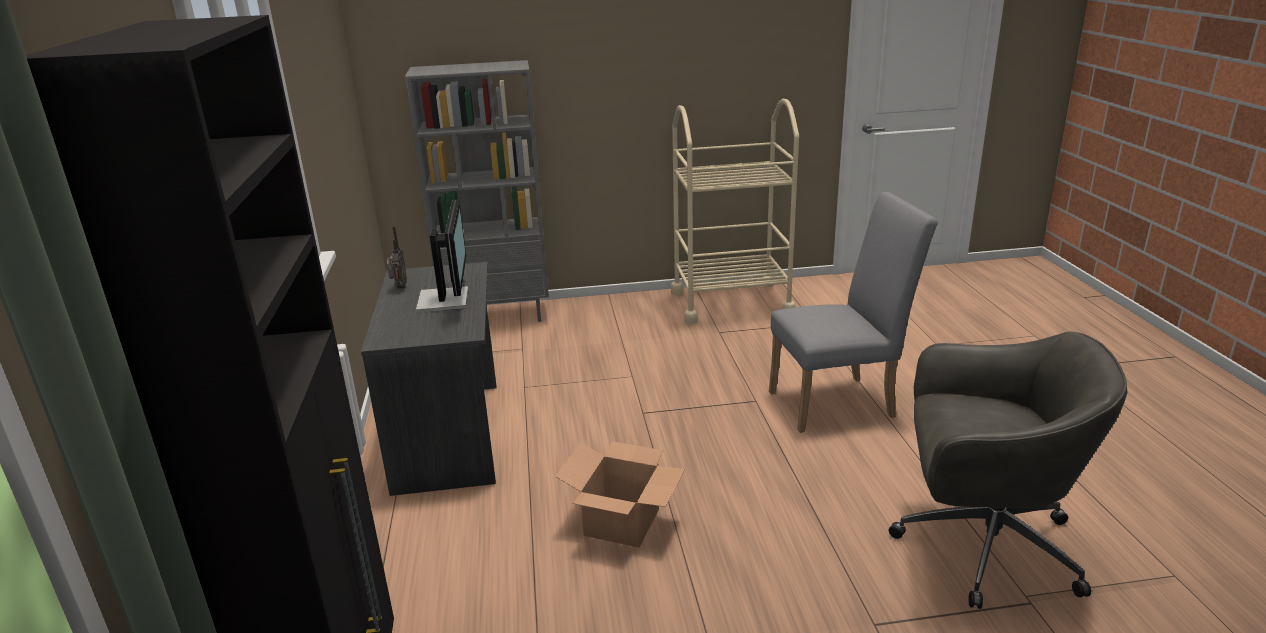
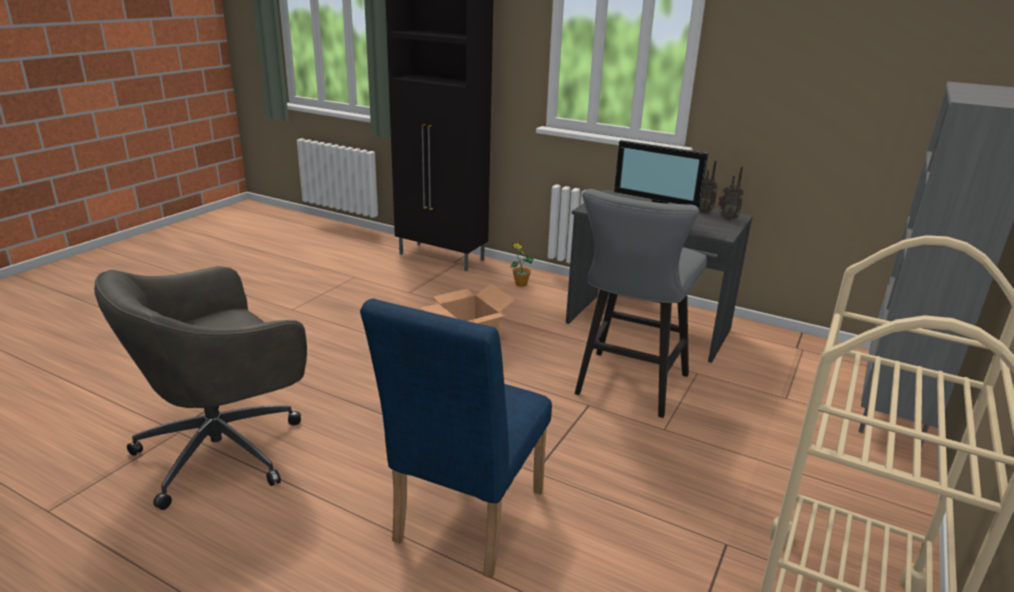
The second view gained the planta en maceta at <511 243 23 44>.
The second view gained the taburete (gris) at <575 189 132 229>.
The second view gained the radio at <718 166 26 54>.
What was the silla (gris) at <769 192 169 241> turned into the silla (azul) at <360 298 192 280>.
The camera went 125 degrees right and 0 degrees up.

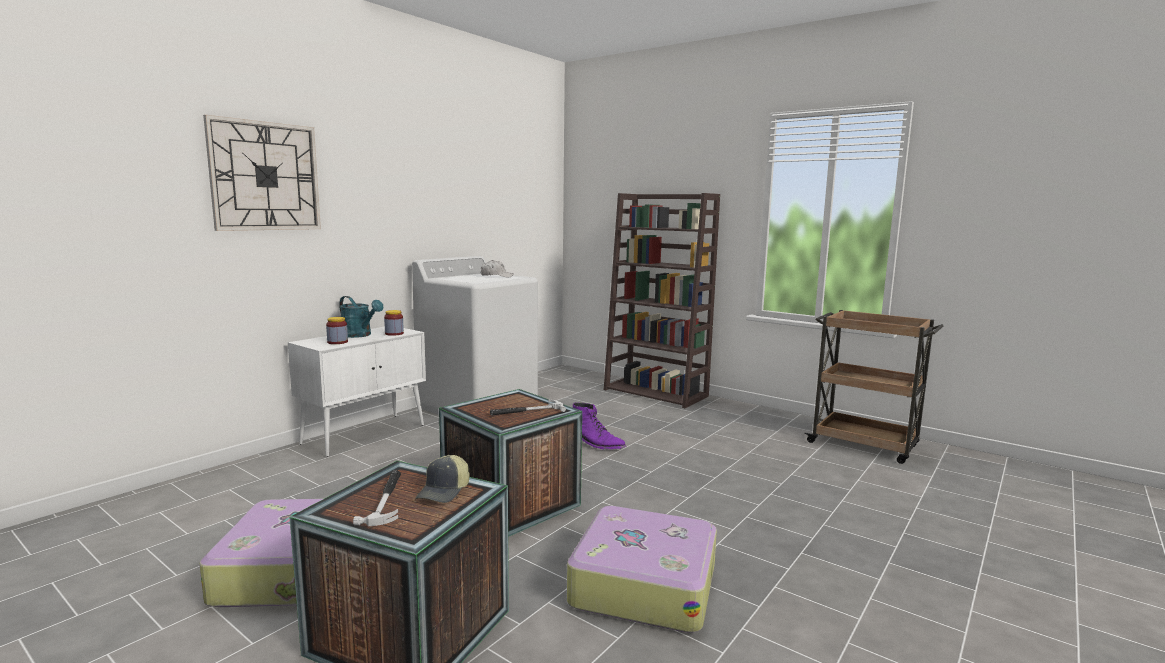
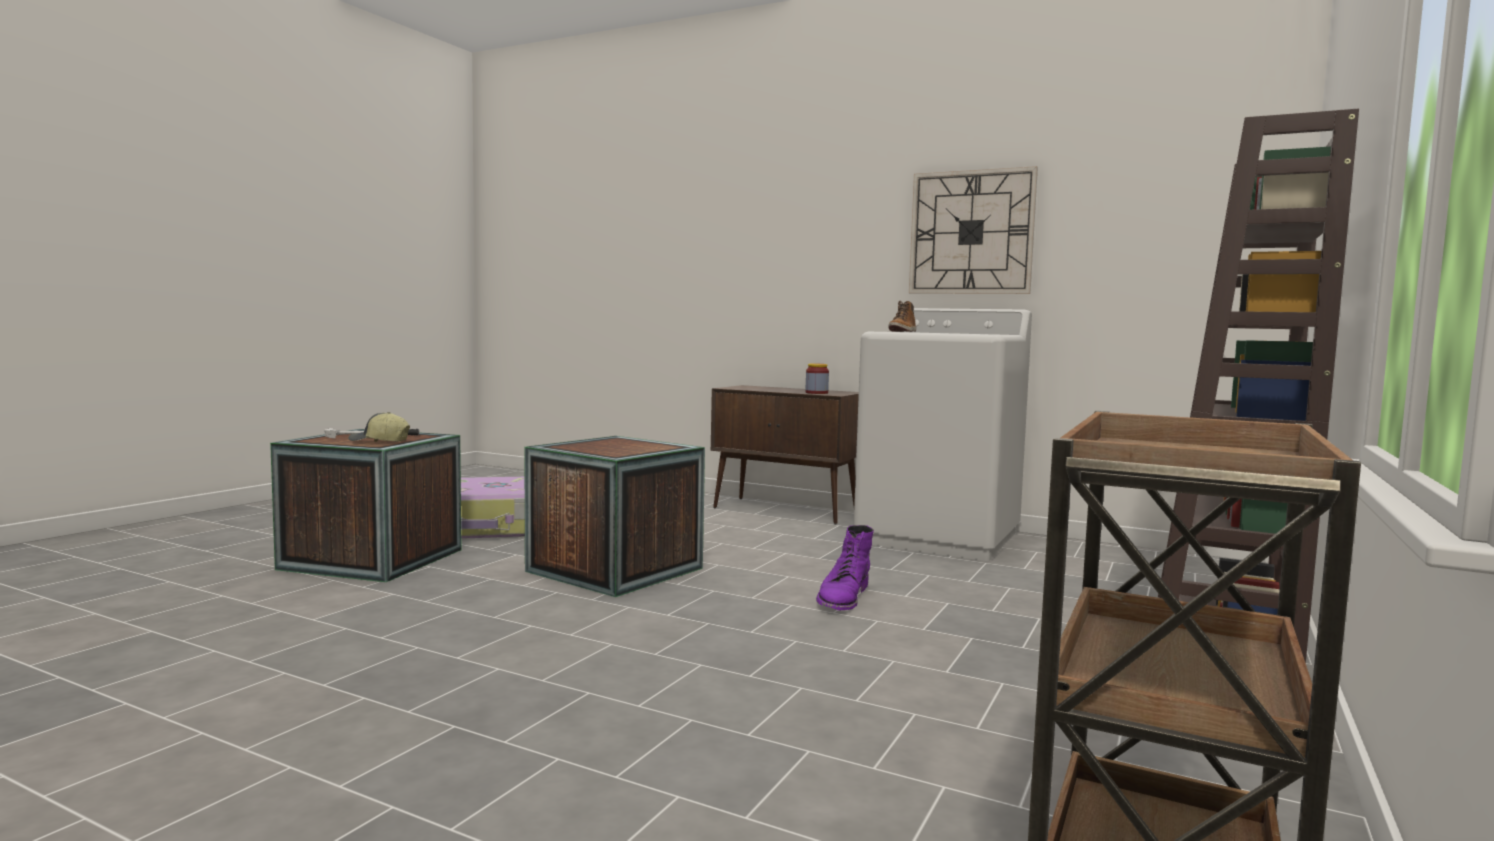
The second view lost the tarro at <326 317 22 27>.
The second view lost the regadera (turquesa) at <339 296 44 42>.
The second view lost the gorra (blanco) at <481 260 33 18>.
The second view lost the martillo at <490 400 76 16>.
The second view lost the maleta at <567 506 150 127>.
The second view gained the bota at <888 301 28 31>.
The reloj de pared ended up elsewhere, having gone from <203 115 118 116> to <909 166 129 128>.
What was the armario (blanco) at <288 327 138 130> turned into the armario (marrón) at <711 385 148 140>.
The camera went 80 degrees right and 5 degrees down.

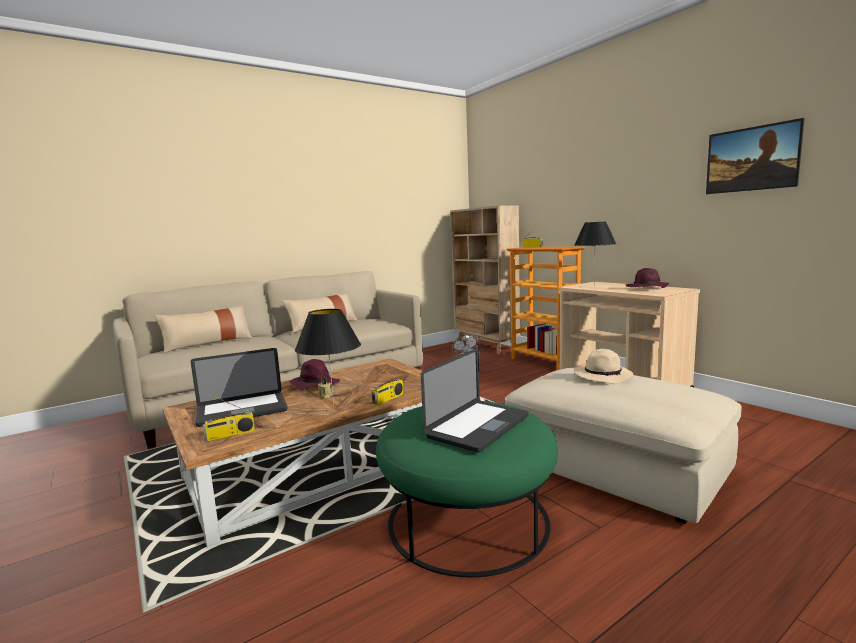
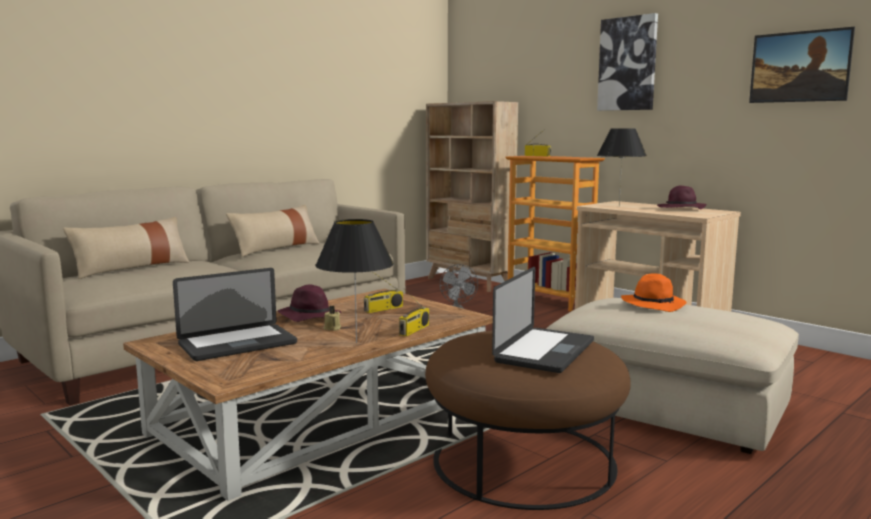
The second view gained the cuadro at <597 13 61 98>.
The radio ended up elsewhere, having gone from <202 394 53 47> to <364 272 39 41>.
What was the puf (verde) at <376 401 182 176> turned into the puf (marrón) at <425 330 206 180>.
What was the sombrero (beis) at <574 349 59 35> turned into the sombrero (naranja) at <621 273 66 39>.
The camera went 10 degrees left and 0 degrees up.

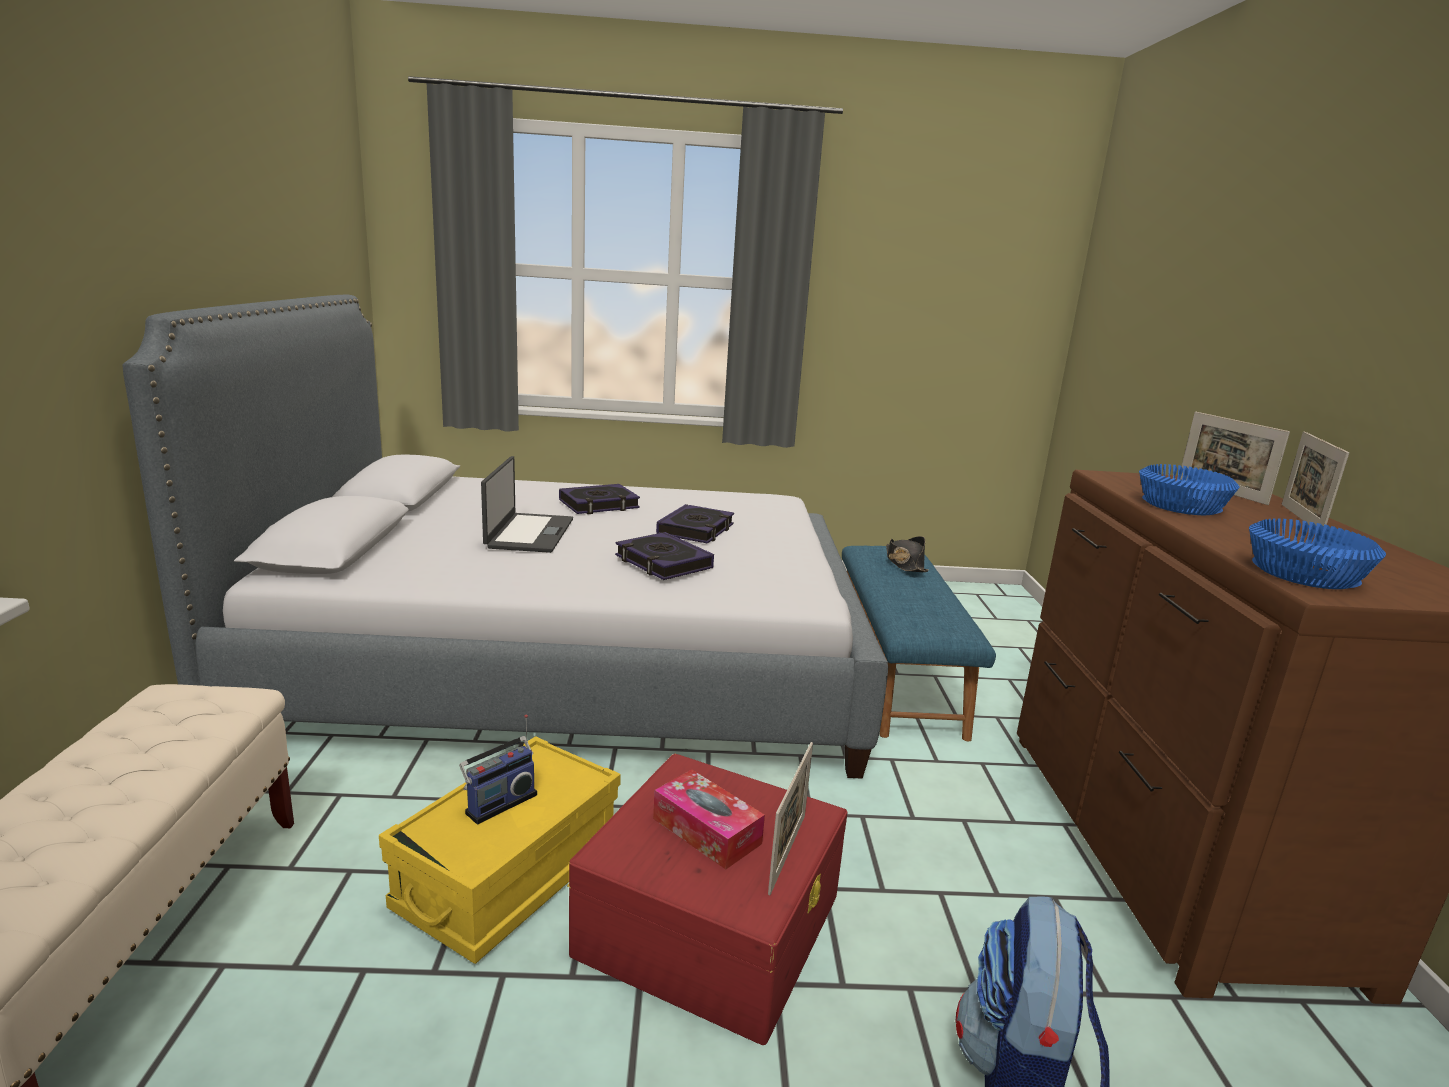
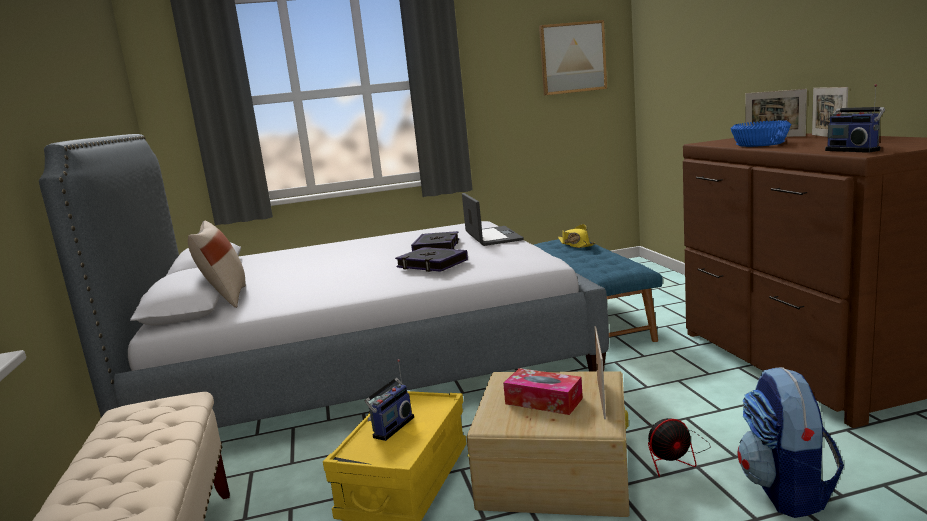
The second view lost the libro at <559 484 81 30>.
The second view gained the cojín (beis) at <188 221 58 87>.
The second view gained the cuadro at <539 20 68 75>.
The second view gained the ventilador at <640 417 71 60>.
The portátil ended up elsewhere, having gone from <481 456 92 97> to <462 193 62 53>.
Where the cuenco (azul) stood at <1249 519 137 70>, the radio came to stand at <825 84 60 69>.
What was the caja de almacenaje (rojo) at <567 753 281 292> turned into the caja de almacenaje (beis) at <467 371 162 146>.
What was the sombrero (negro) at <886 536 43 36> turned into the sombrero (amarillo) at <558 224 37 24>.
The camera went 10 degrees left and 5 degrees down.

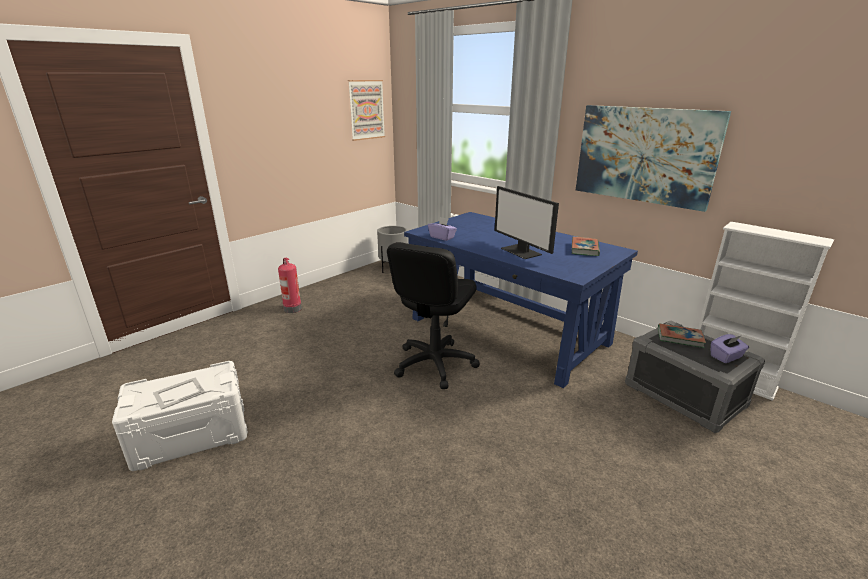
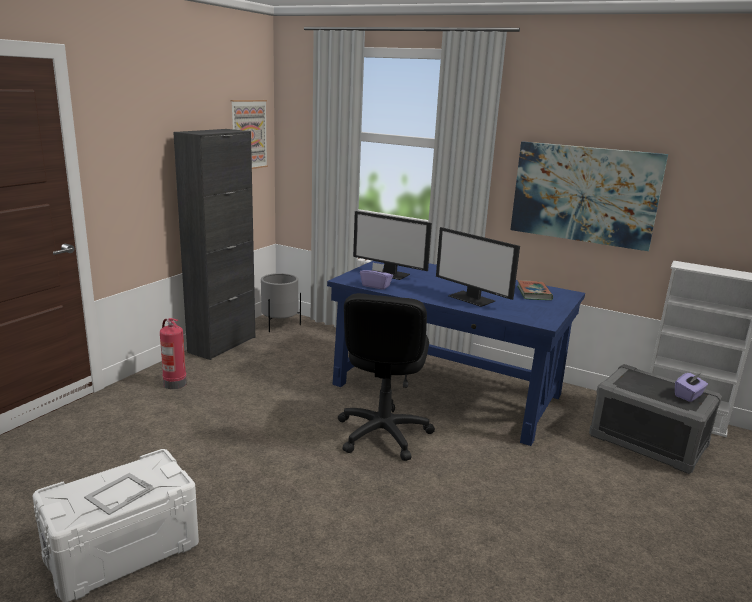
The second view lost the libro at <658 323 48 25>.
The second view gained the armario (negro) at <173 129 82 231>.
The second view gained the monitor at <353 211 79 69>.
The camera went 15 degrees left and 5 degrees down.

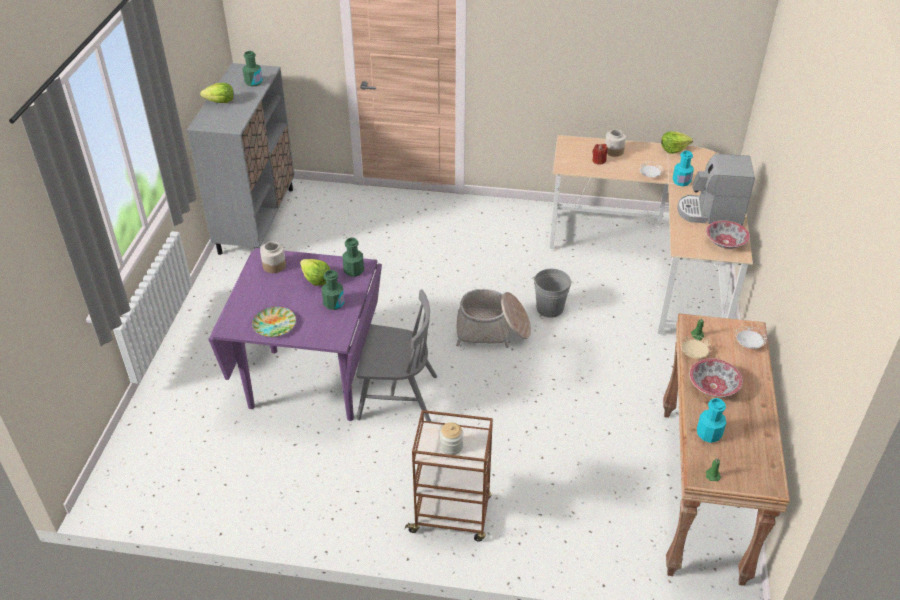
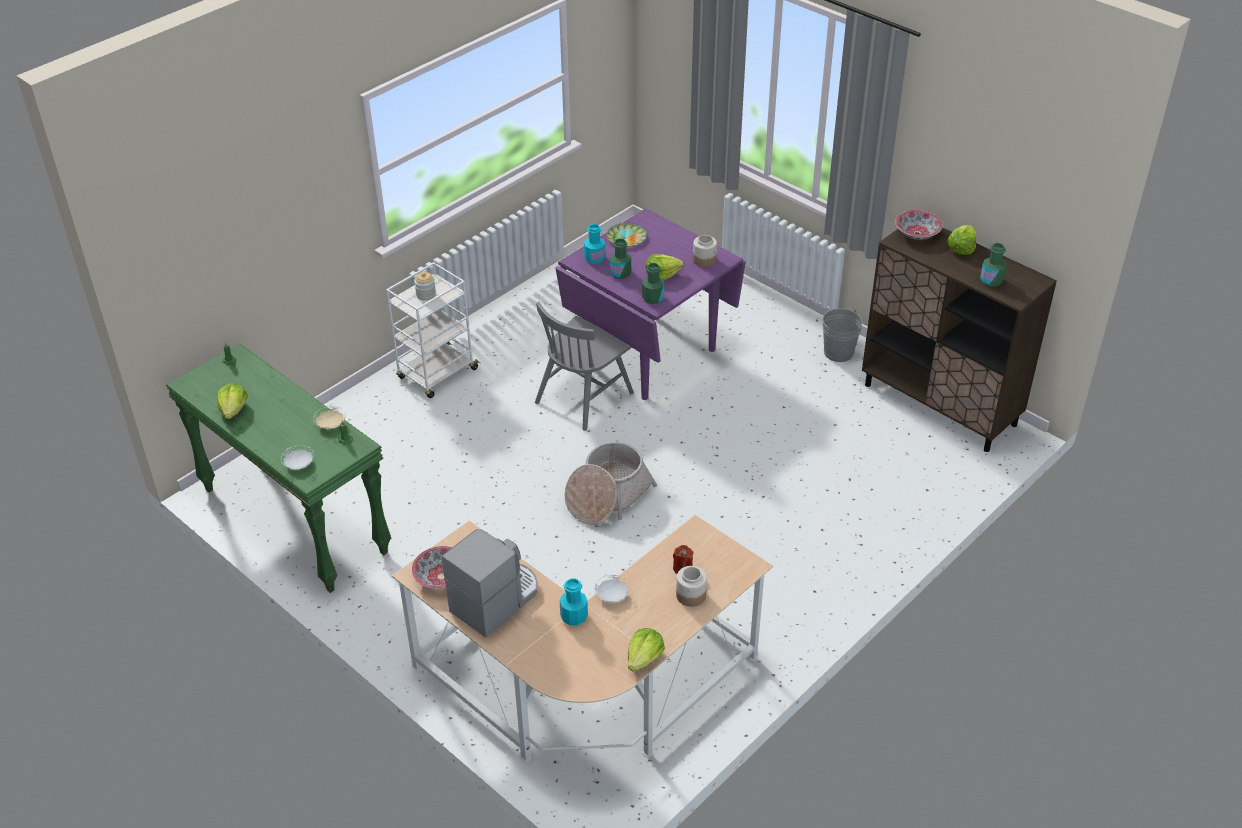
The second view gained the lechuga at <217 383 31 36>.
The cubo (gris) ended up elsewhere, having gone from <532 269 41 49> to <823 308 39 54>.
The cuenco ended up elsewhere, having gone from <689 359 54 38> to <895 210 48 30>.
The botella (turquesa) ended up elsewhere, having gone from <697 398 29 45> to <584 224 21 40>.
What was the armario (gris) at <187 63 108 192> turned into the armario (marrón) at <862 227 195 225>.
What was the carrito (marrón) at <405 410 88 132> turned into the carrito (blanco) at <386 262 95 136>.
What was the mesa consola (marrón) at <663 314 127 272> turned into the mesa consola (verde) at <166 344 225 249>.
The camera went 125 degrees right and 0 degrees up.

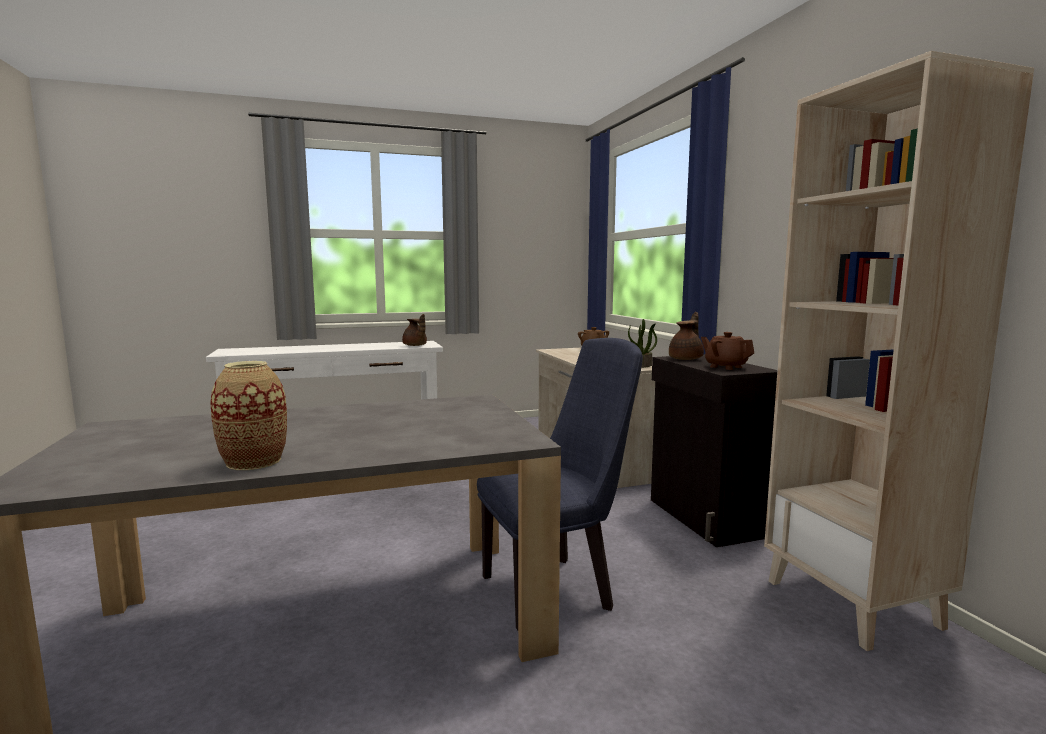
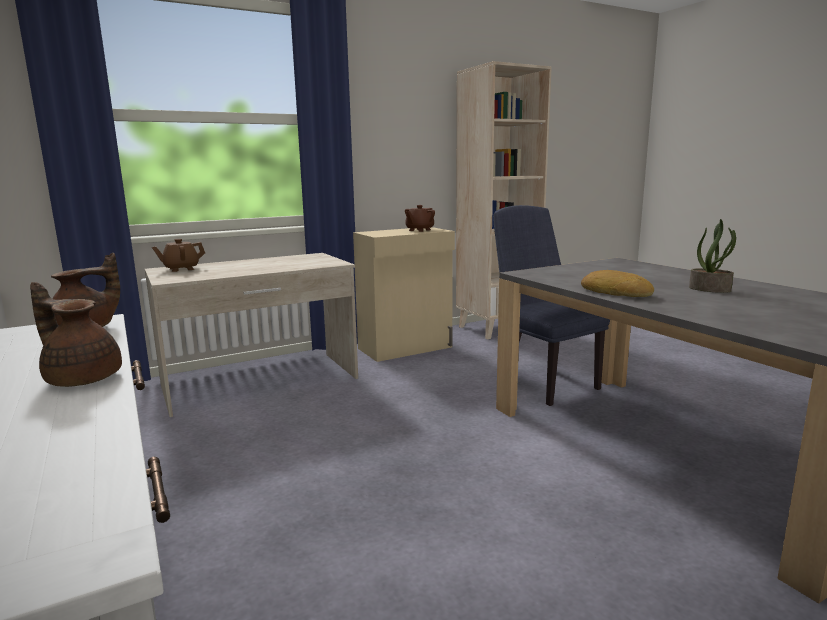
The second view lost the florero at <210 361 77 109>.
The second view gained the pan at <581 270 73 27>.
The planta en maceta ended up elsewhere, having gone from <628 319 29 49> to <689 219 47 74>.
The tetera (marrón) ended up elsewhere, having gone from <669 312 35 48> to <30 282 92 105>.
What was the armario (negro) at <651 354 126 193> turned into the armario (beis) at <353 227 102 135>.
The camera went 100 degrees left and 5 degrees up.

